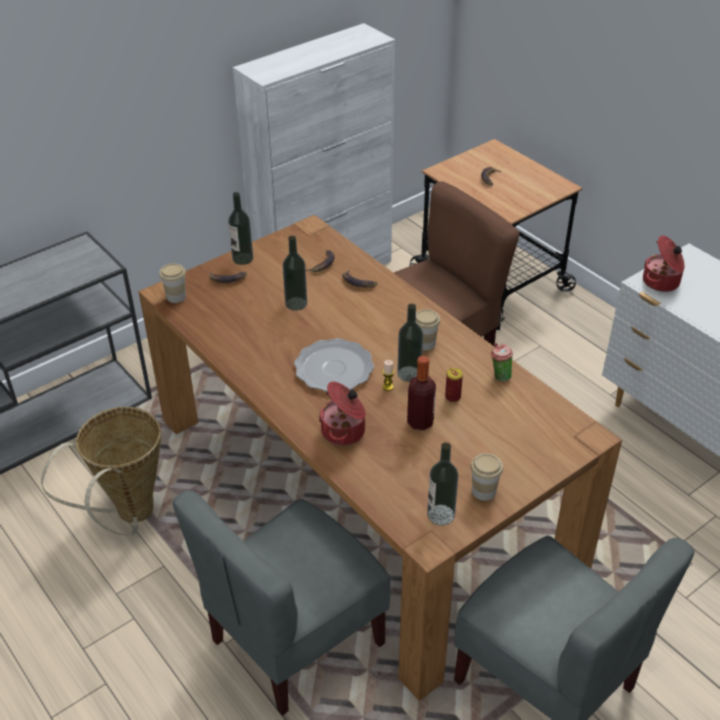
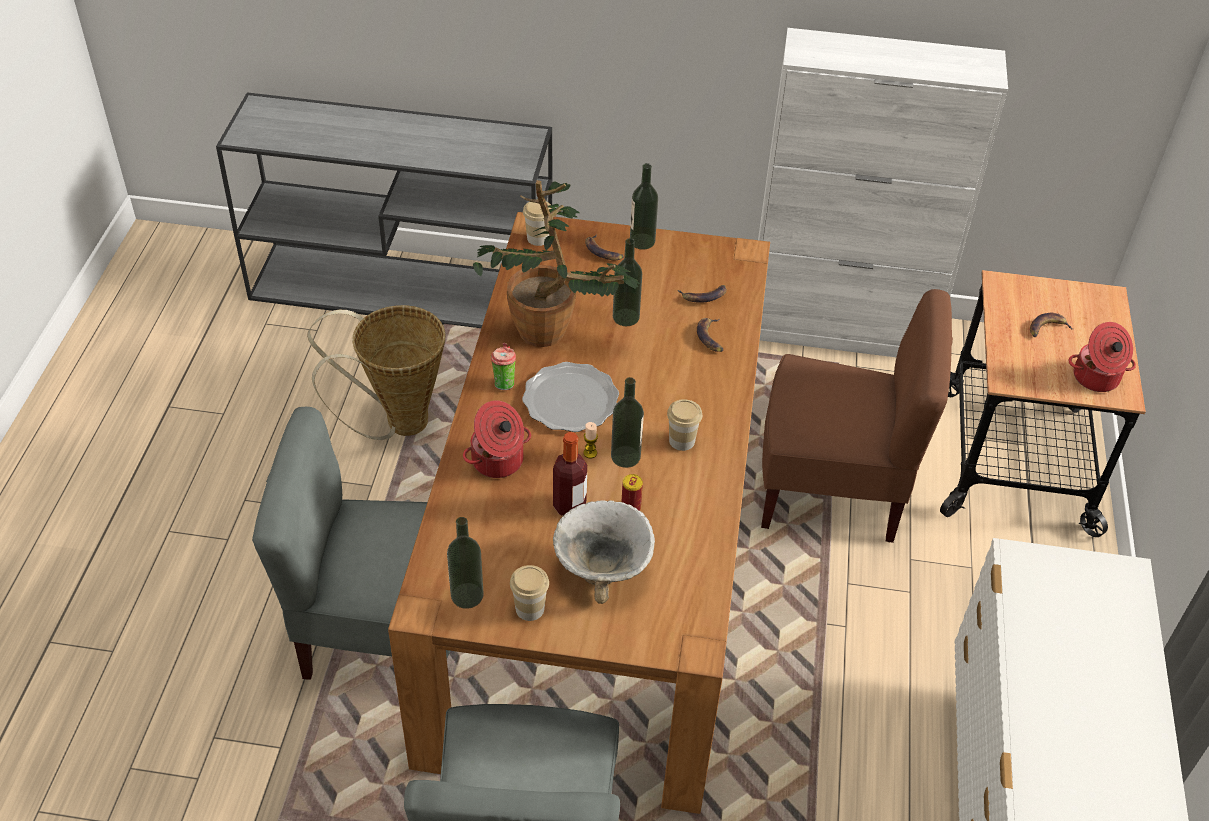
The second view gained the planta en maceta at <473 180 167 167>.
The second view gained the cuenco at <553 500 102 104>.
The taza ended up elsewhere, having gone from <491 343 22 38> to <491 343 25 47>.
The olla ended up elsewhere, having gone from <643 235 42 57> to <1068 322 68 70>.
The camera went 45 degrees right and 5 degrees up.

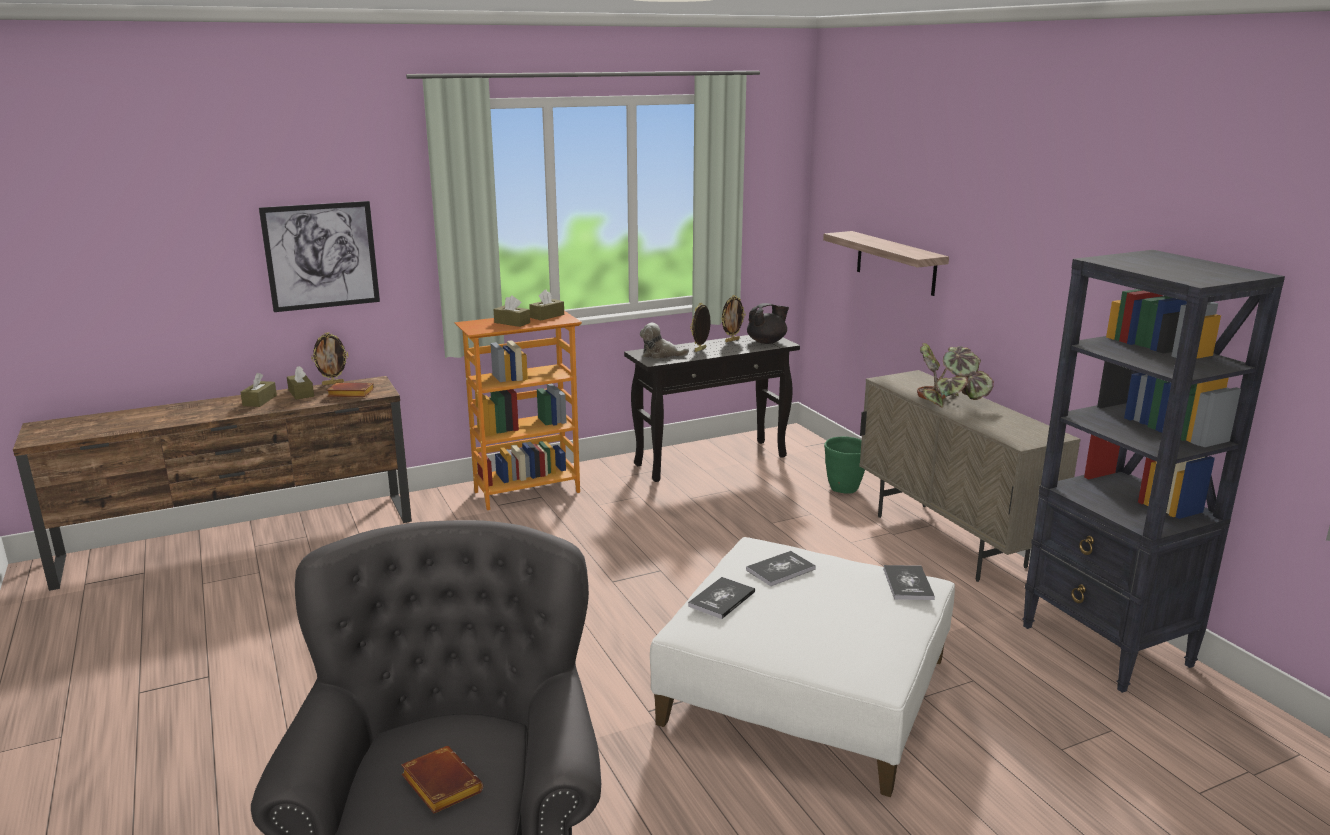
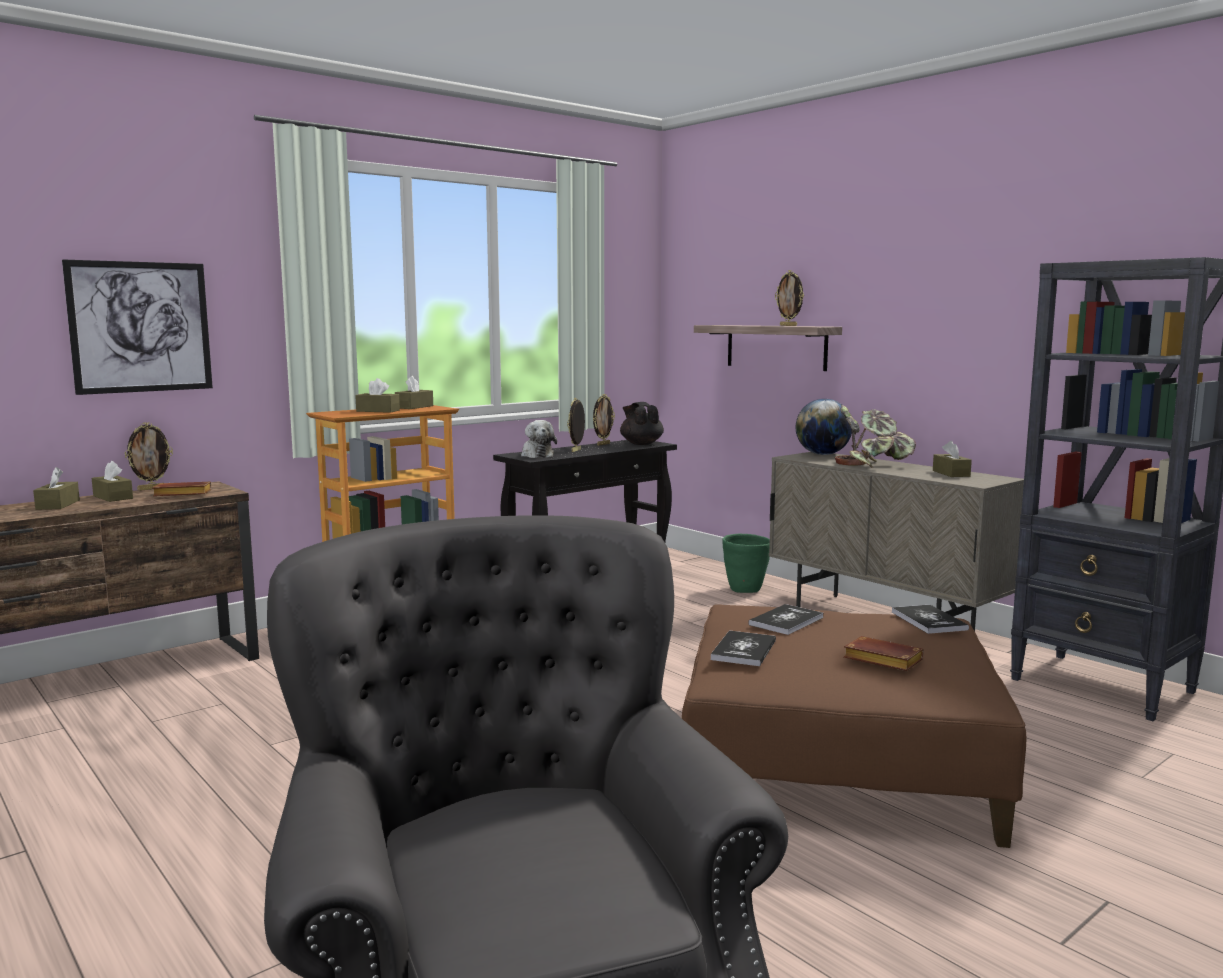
The second view gained the portarretratos at <775 270 29 56>.
The second view gained the globo terráqueo at <796 399 56 56>.
The second view gained the caja de pañuelos (marrón) at <933 441 39 36>.
The libro (marrón) ended up elsewhere, having gone from <401 746 82 67> to <843 636 81 35>.
What was the puf (blanco) at <650 537 305 260> turned into the puf (marrón) at <682 604 344 244>.
The peluche at <640 323 49 36> ended up facing another way, 105 degrees counterclockwise from before.
The tetera (negro) at <747 303 42 41> ended up facing another way, 75 degrees counterclockwise from before.
The camera went 15 degrees left and 10 degrees down.

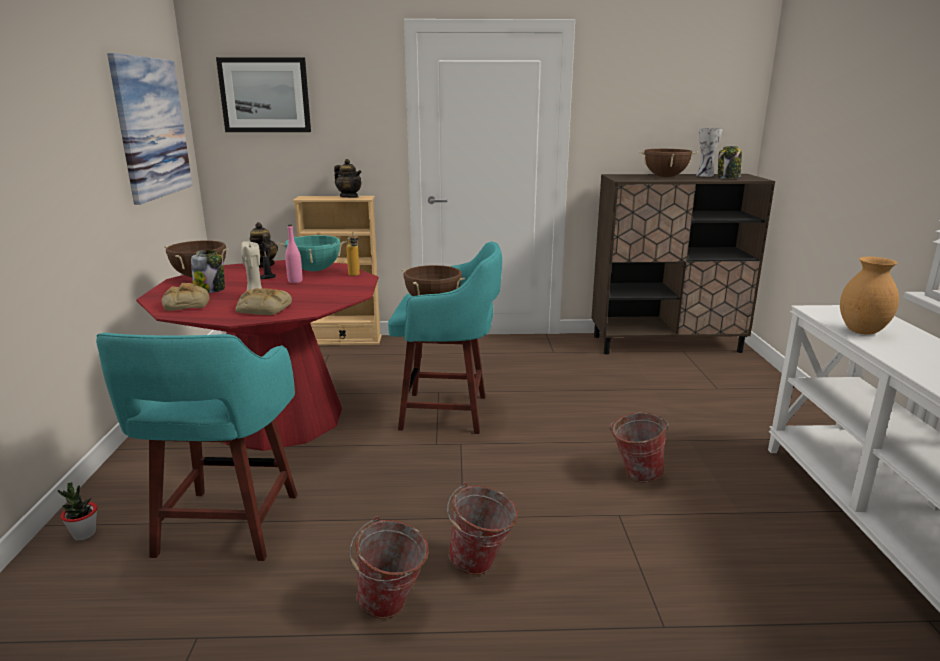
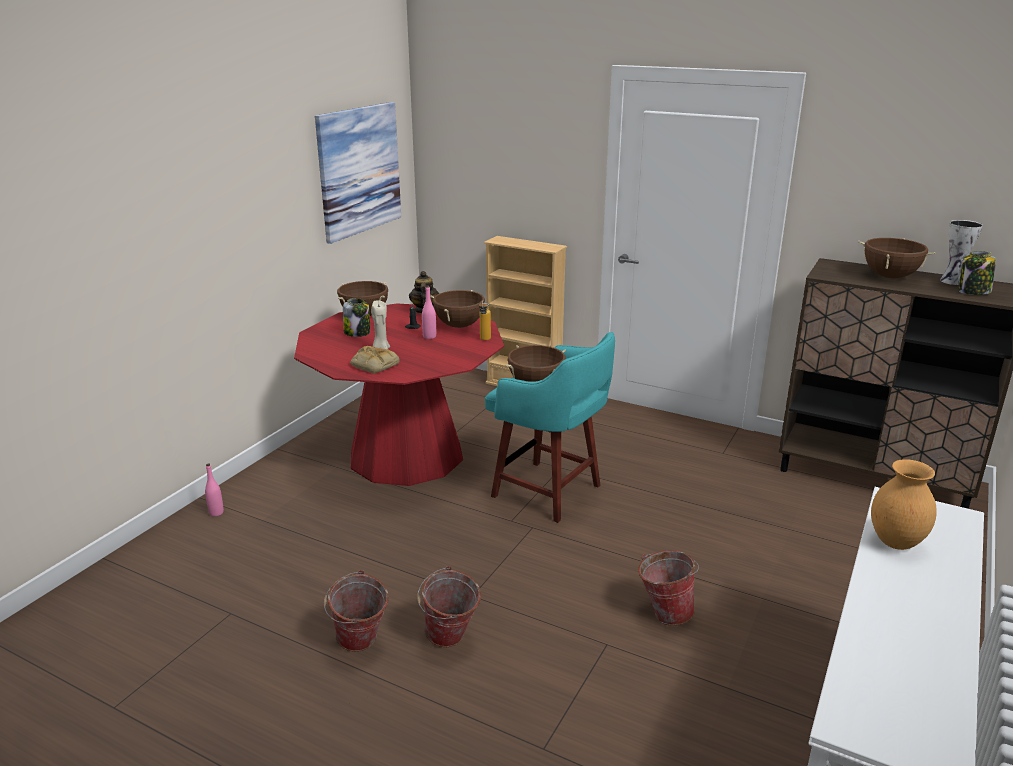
The second view lost the taburete (turquesa) at <96 332 201 229>.
The second view lost the pan at <162 283 47 28>.
The second view lost the cuadro at <216 57 95 75>.
The second view lost the tetera at <334 159 28 39>.
Where the planta en maceta stood at <58 482 39 58>, the botella (rosa) came to stand at <205 463 19 53>.
What was the olla (turquesa) at <278 235 69 36> turned into the olla (marrón) at <430 290 59 38>.
The camera went 30 degrees right and 5 degrees up.

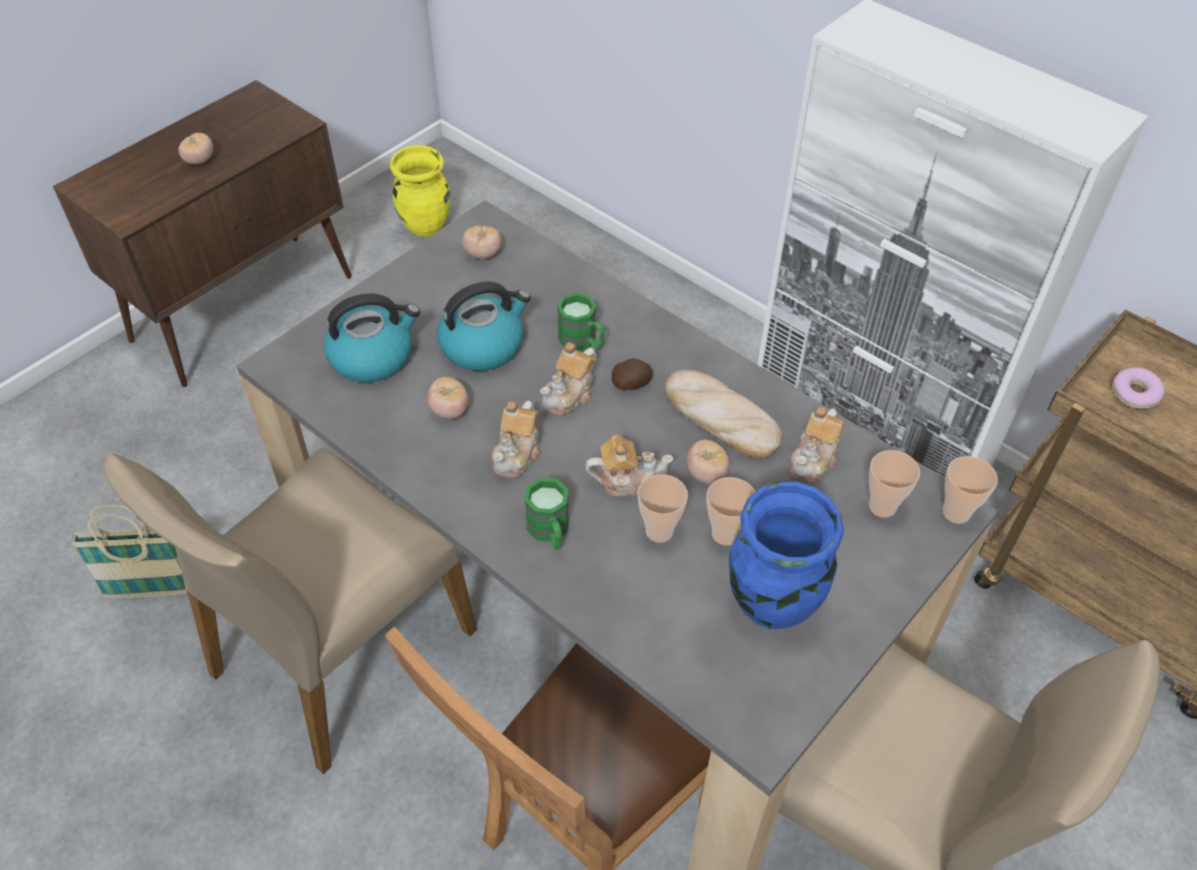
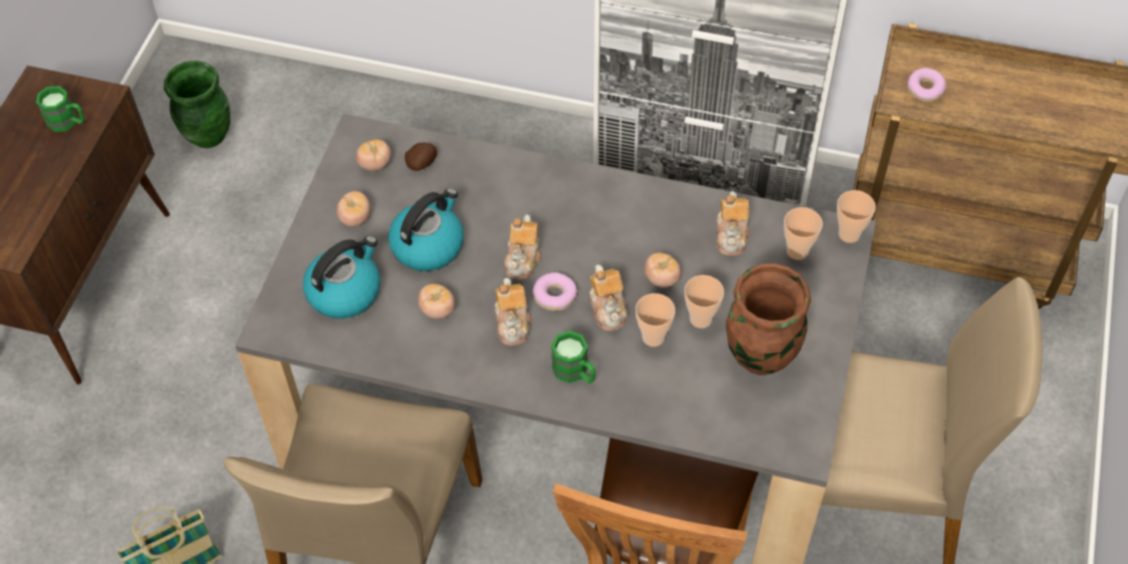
The second view lost the pan at <665 370 117 88>.
The second view gained the rosquilla at <533 272 44 39>.
The tomate ended up elsewhere, having gone from <178 133 35 31> to <337 191 33 36>.
The taza grande (verde) ended up elsewhere, having gone from <557 292 48 59> to <36 86 49 46>.
The patata ended up elsewhere, having gone from <612 358 41 32> to <405 143 32 28>.
What was the florero (amarillo) at <390 145 60 92> turned into the florero (verde) at <164 61 66 87>.
What was the florero (azul) at <729 481 115 148> turned into the florero (marrón) at <726 263 85 112>.
The tetera at <585 435 89 62> ended up facing another way, 105 degrees clockwise from before.
The camera went 25 degrees left and 5 degrees up.

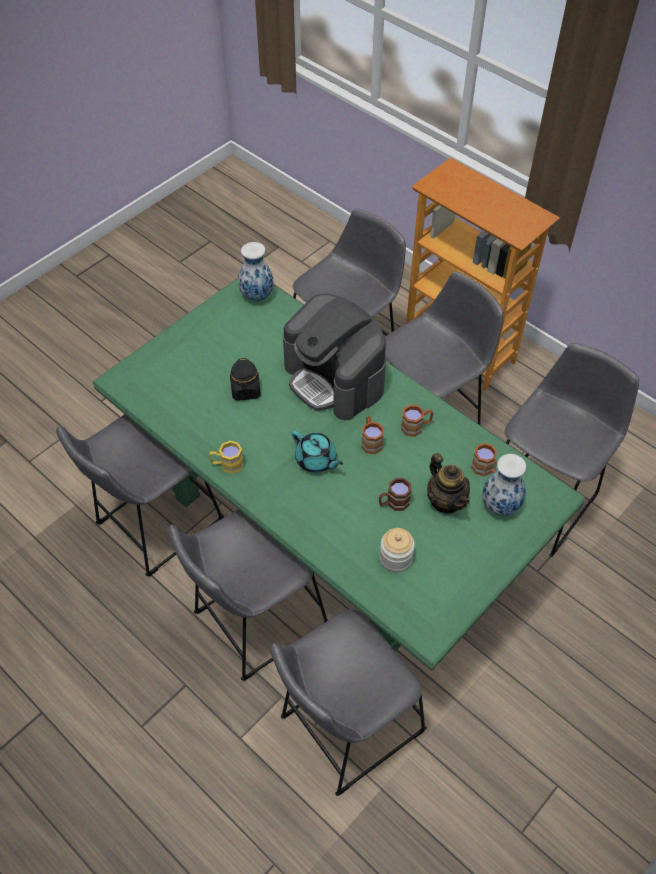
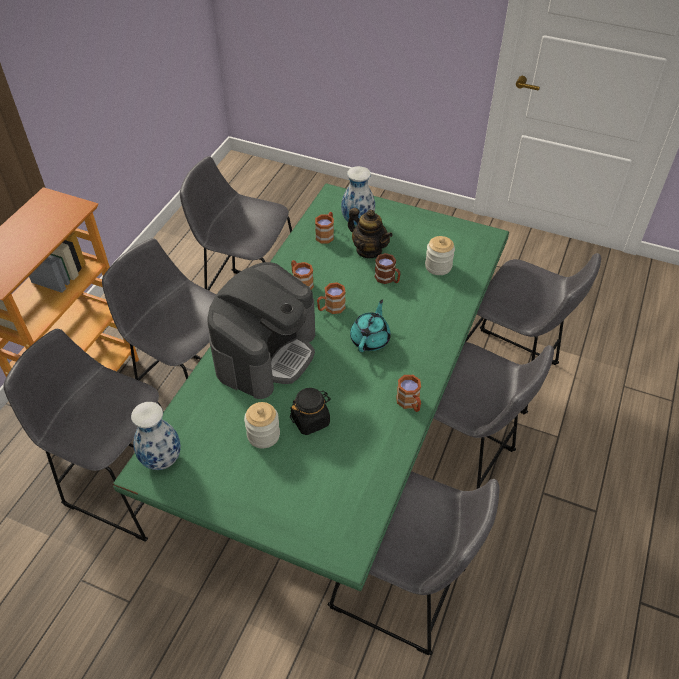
The second view gained the tarro at <244 402 36 46>.
What was the taza grande (amarillo) at <209 441 35 33> turned into the taza grande (marrón) at <396 375 25 37>.
The tetera at <427 453 43 60> ended up facing another way, 90 degrees clockwise from before.
The camera went 110 degrees left and 5 degrees down.

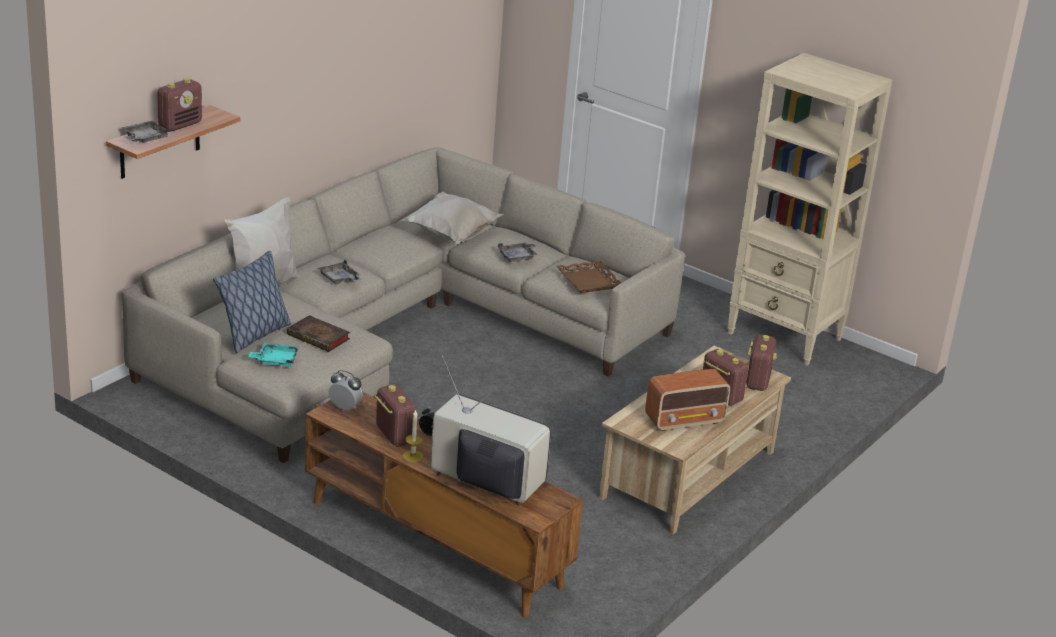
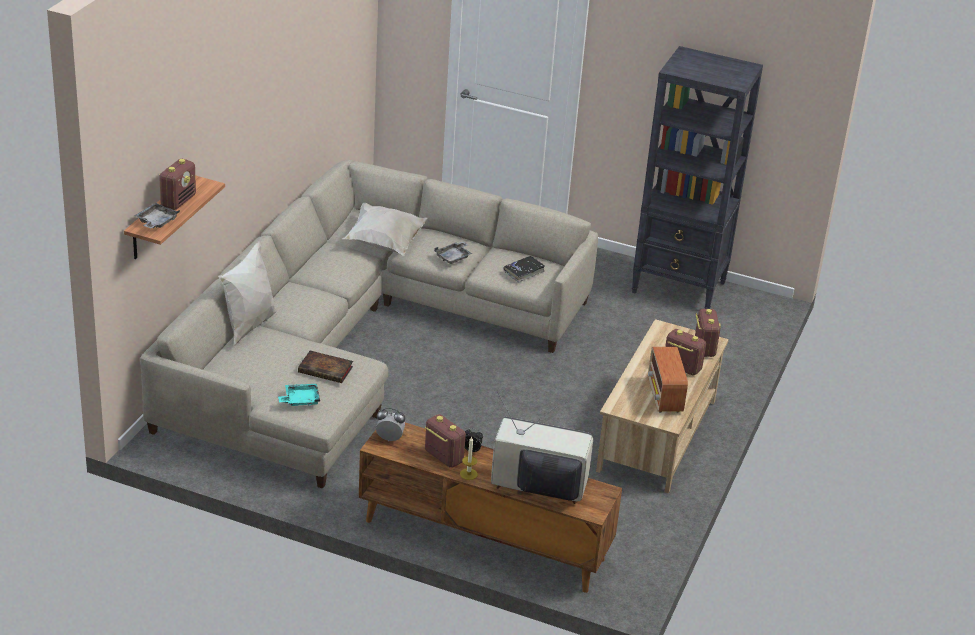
The second view lost the cojín at <213 251 78 102>.
The second view lost the bandeja (gris) at <318 259 44 25>.
Where the bandeja (marrón) stood at <556 260 66 33>, the libro (negro) came to stand at <504 256 41 26>.
What was the estantería (beis) at <727 53 165 312> turned into the estantería (negro) at <632 46 131 263>.
The radio at <645 369 85 62> ended up facing another way, 120 degrees clockwise from before.
The camera went 15 degrees left and 5 degrees up.

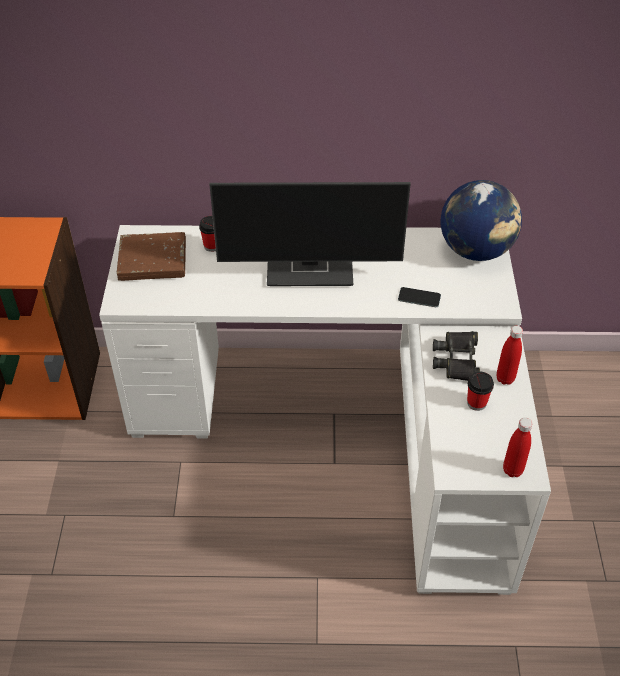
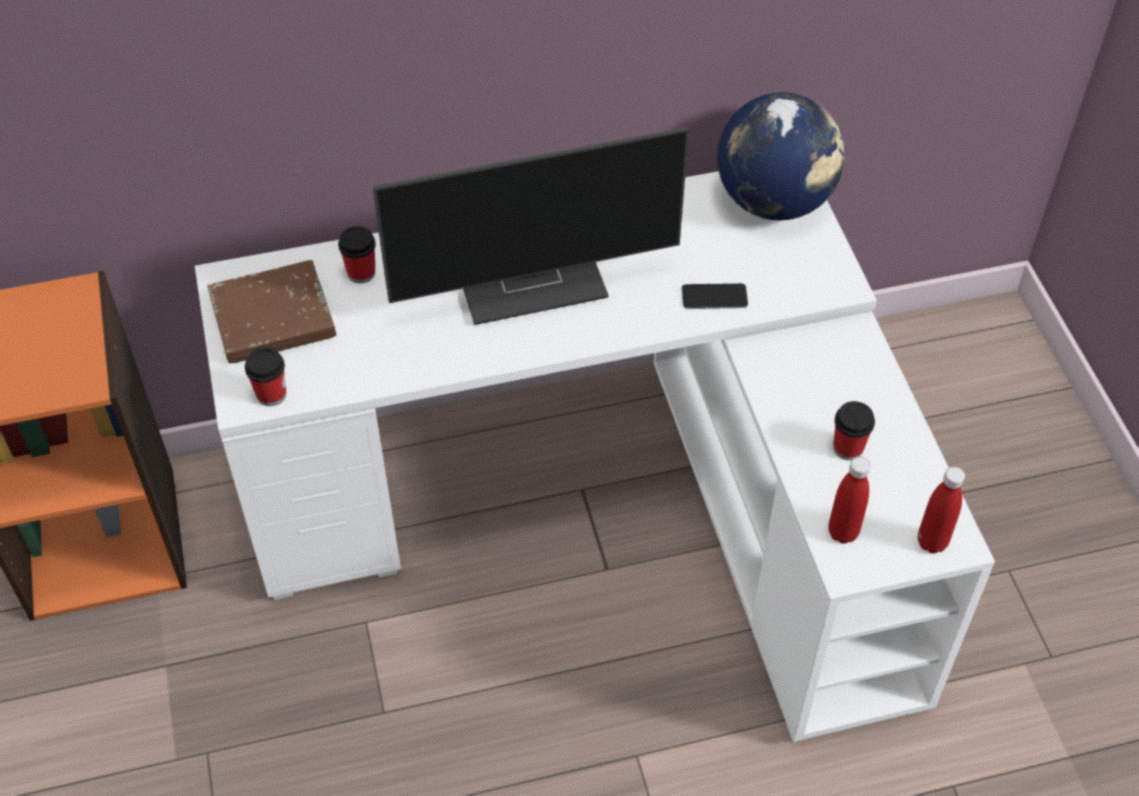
The second view lost the prismáticos (negro) at <433 331 47 50>.
The second view gained the taza at <245 347 41 59>.
The botella (rojo) ended up elsewhere, having gone from <496 326 27 59> to <828 457 42 87>.
The camera went 15 degrees left and 5 degrees up.

